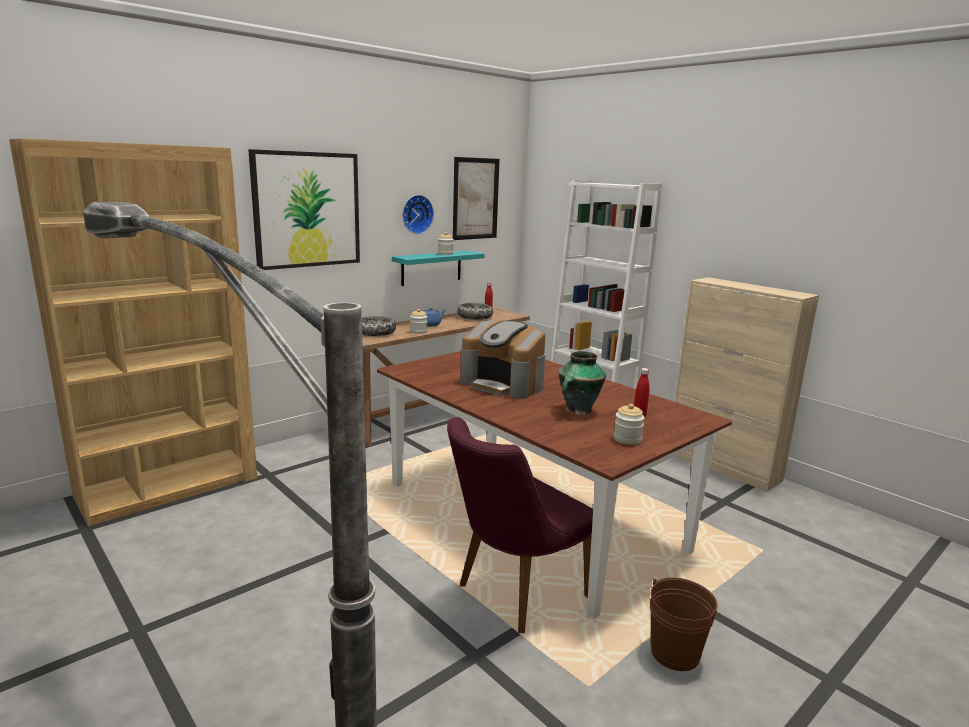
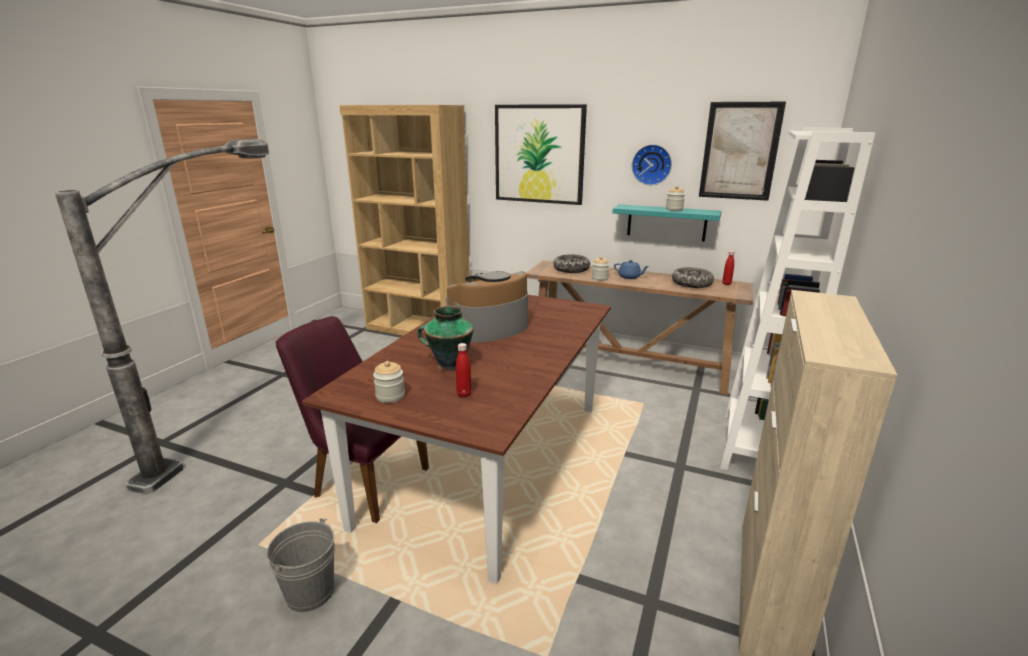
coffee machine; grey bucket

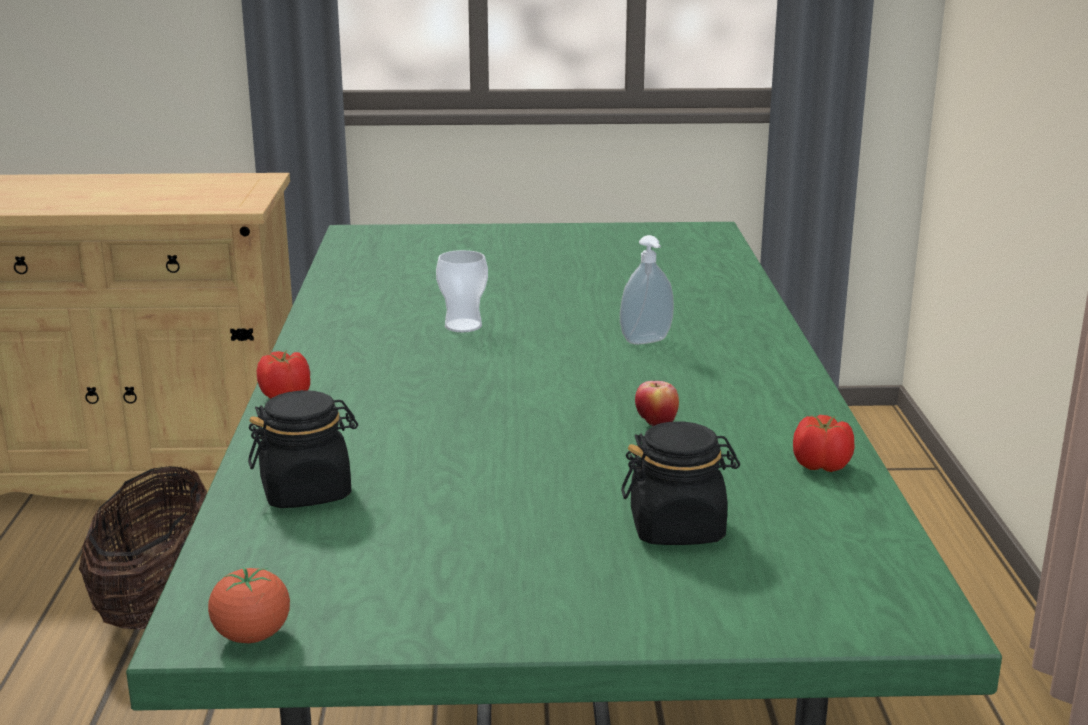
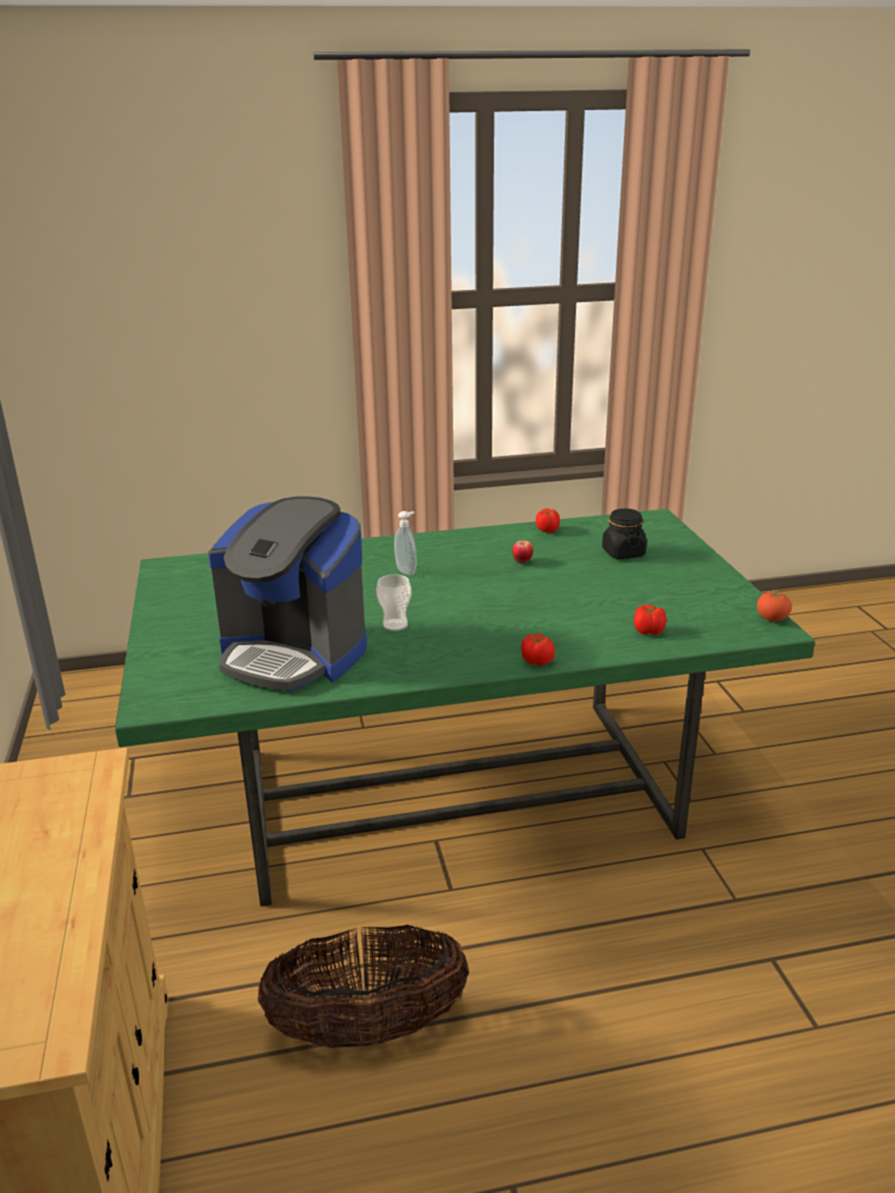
tomato (3rd from left); coffee machine

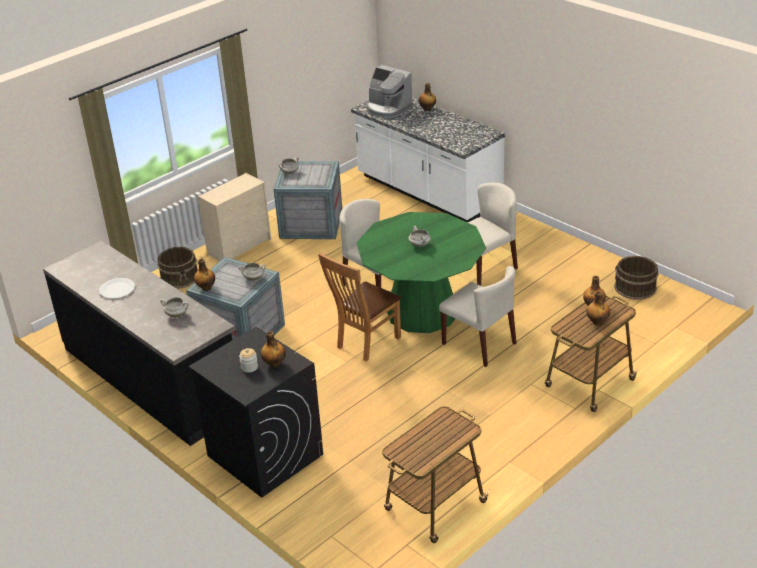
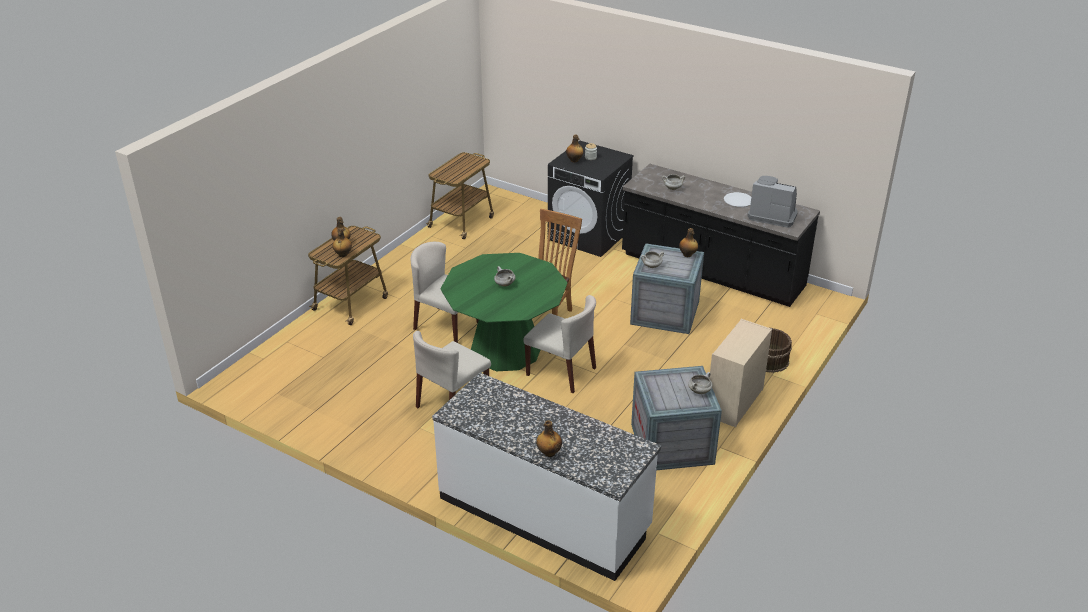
coffee machine; brown bucket (2nd from left in the first image)

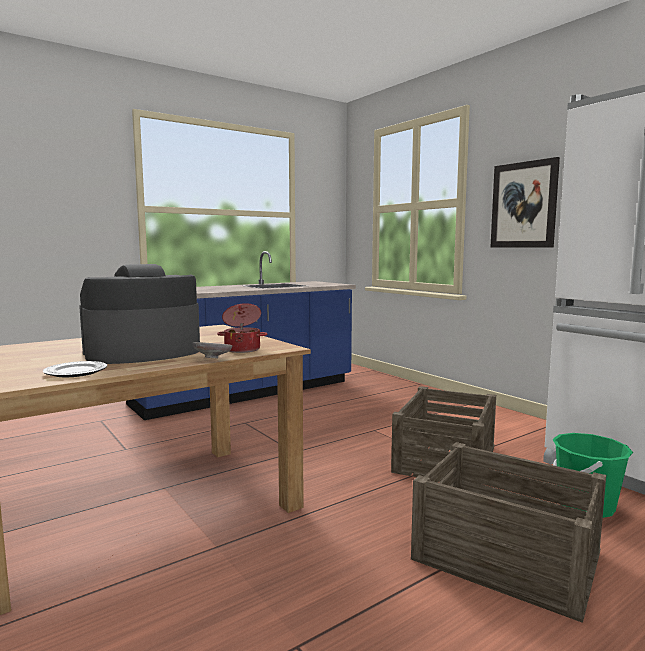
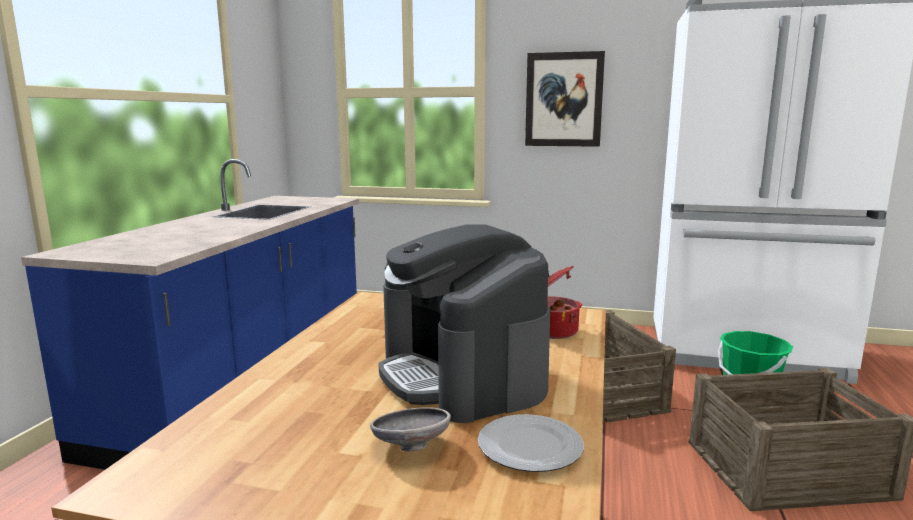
coffee machine; grey bowl

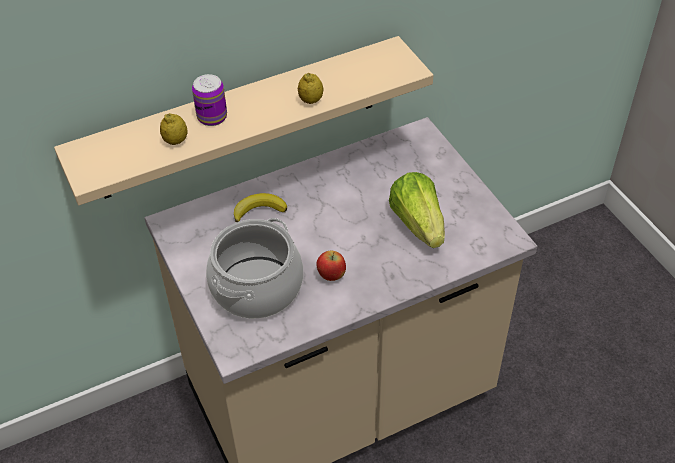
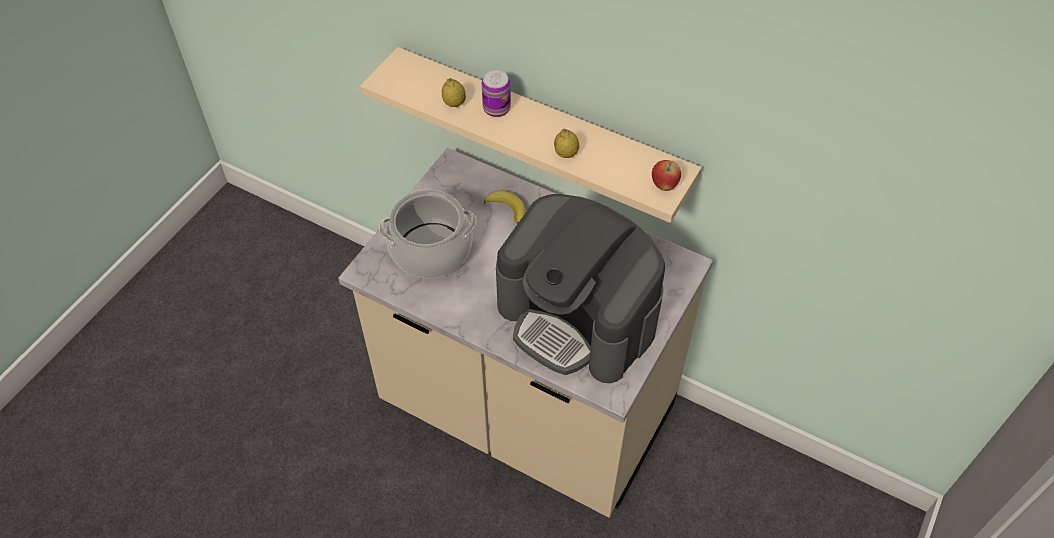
coffee machine; apple

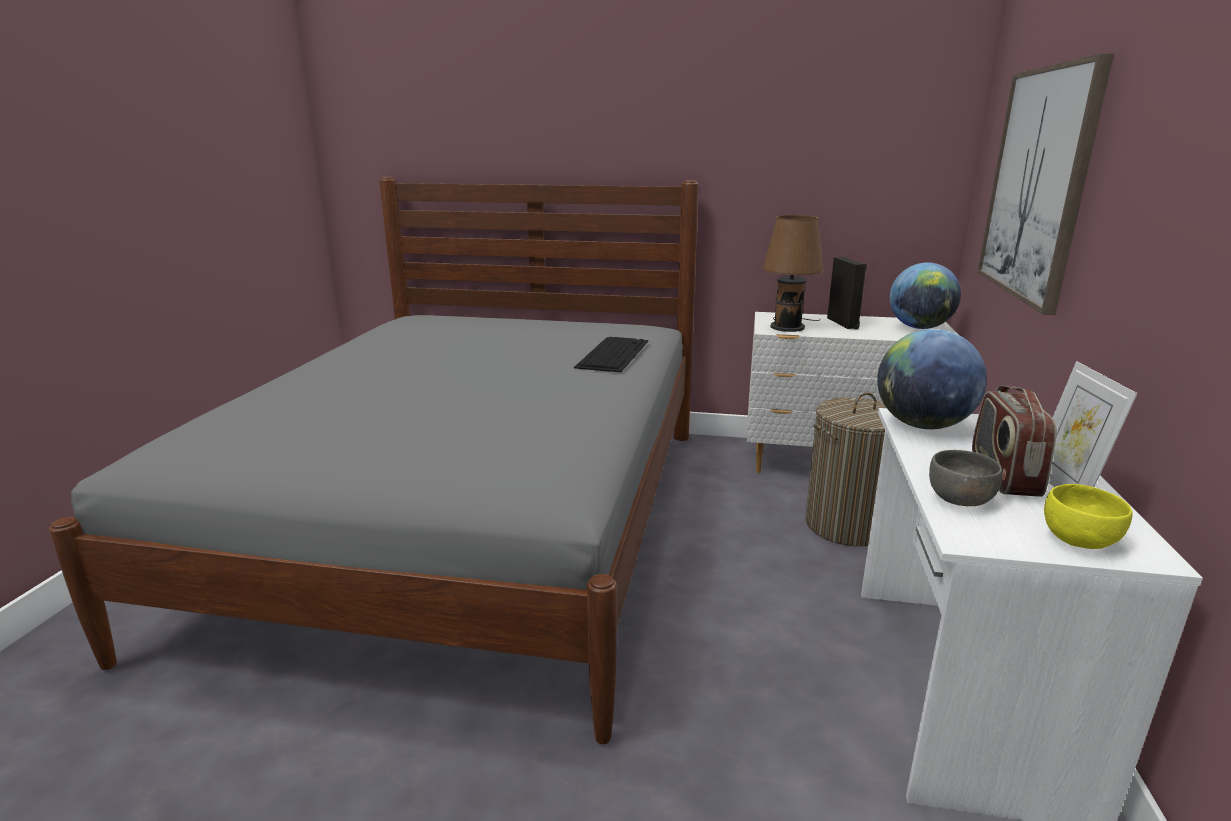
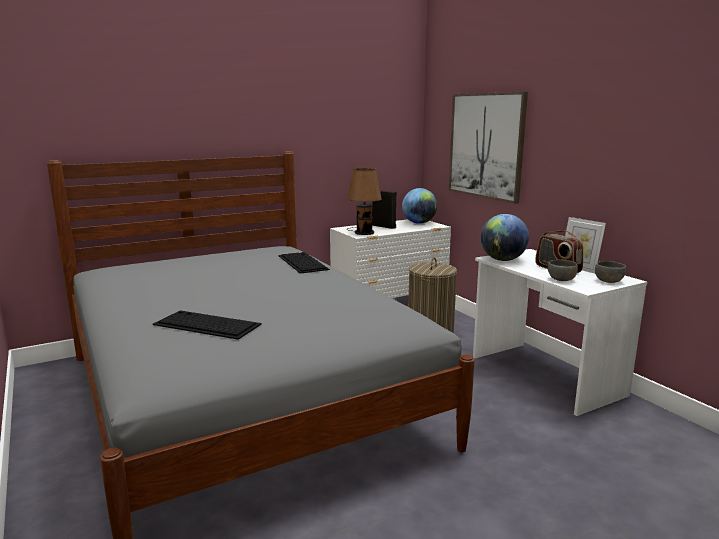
grey bowl (2nd from left); keyboard (1st from left)

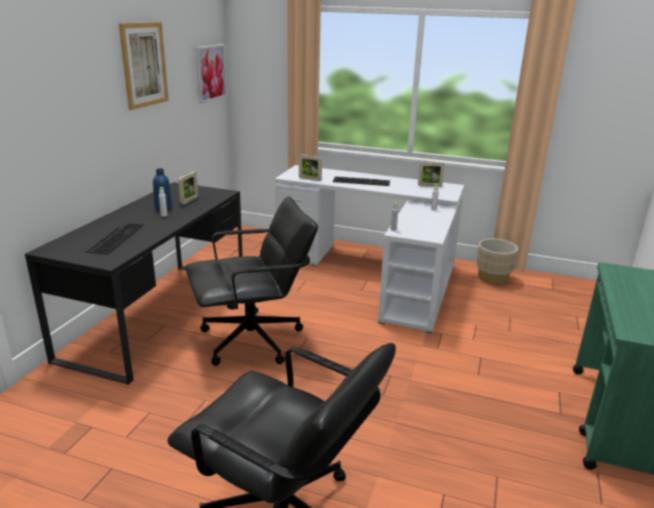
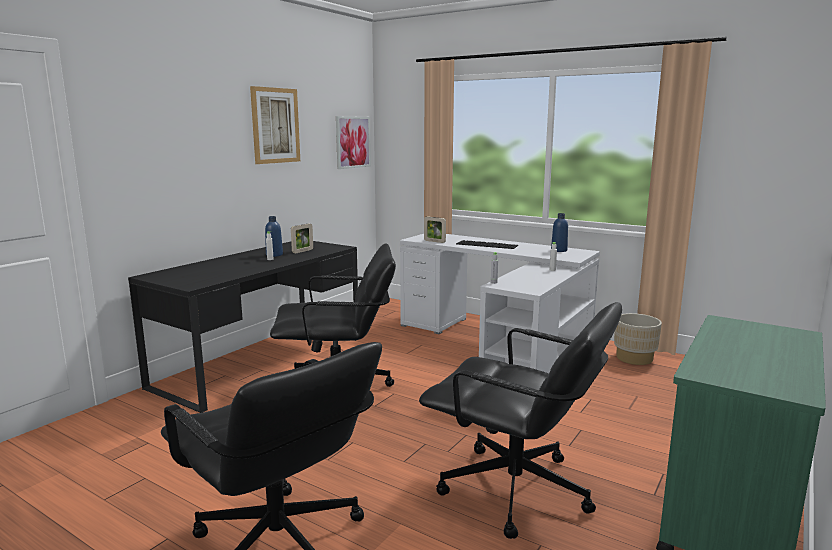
blue bottle (2nd from left); keyboard (1st from left in the first image); black office chair (3rd from left)

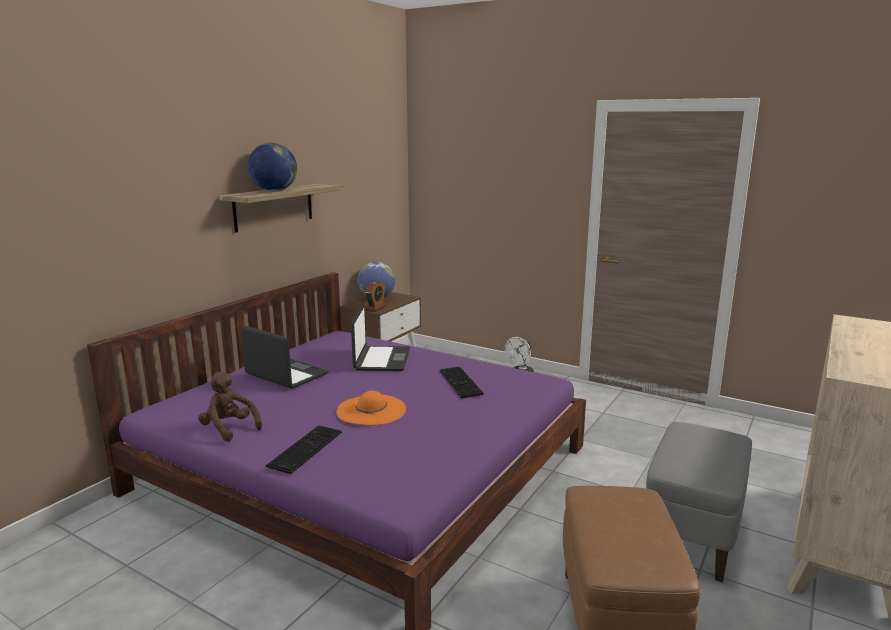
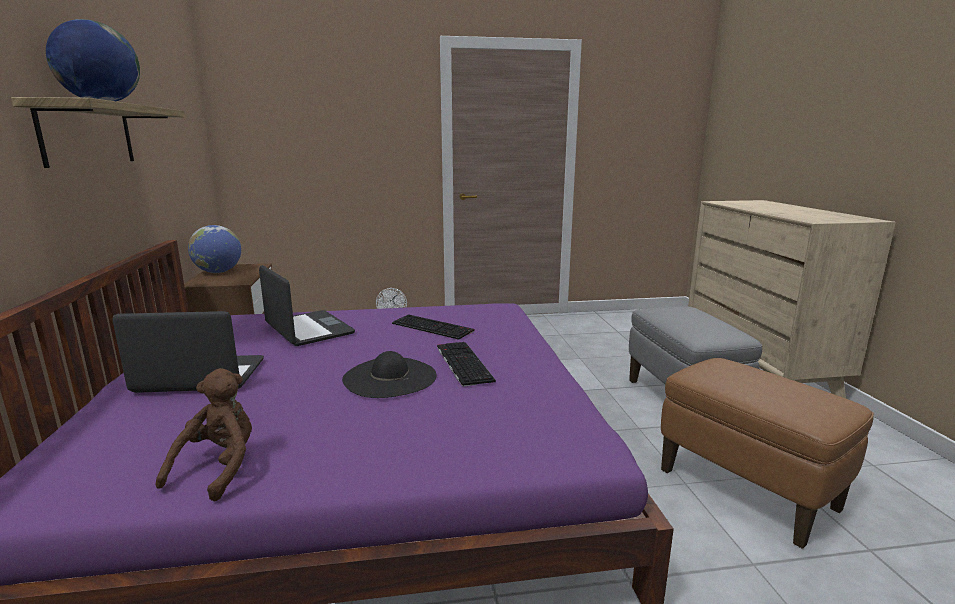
alarm clock; brown plush toy; black hat; keyboard (2nd from left)

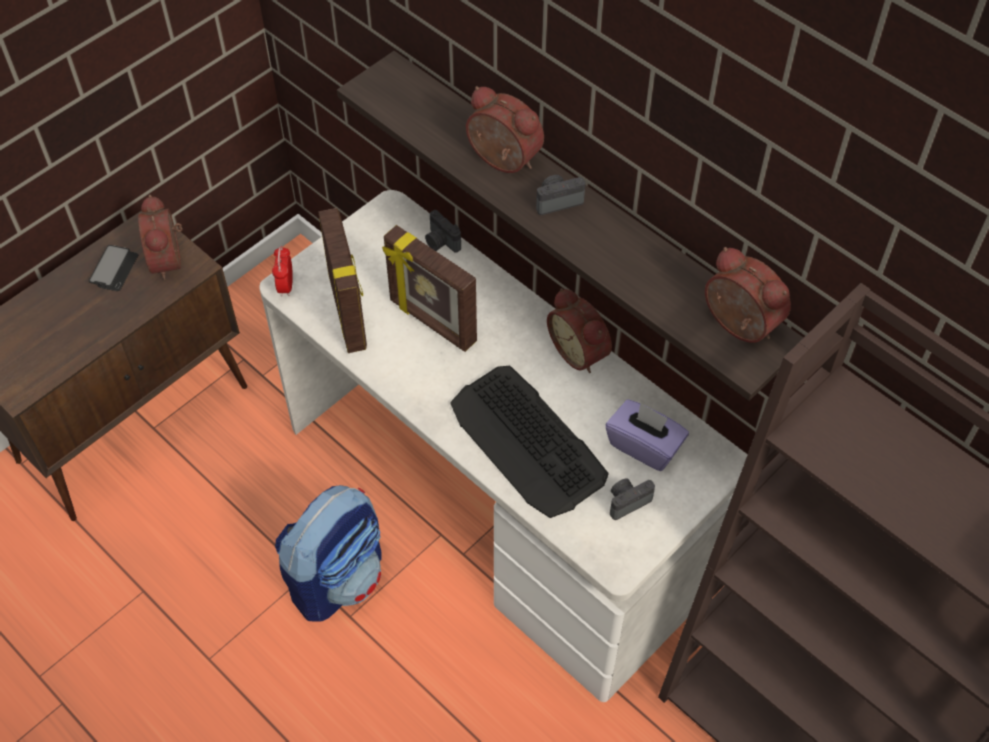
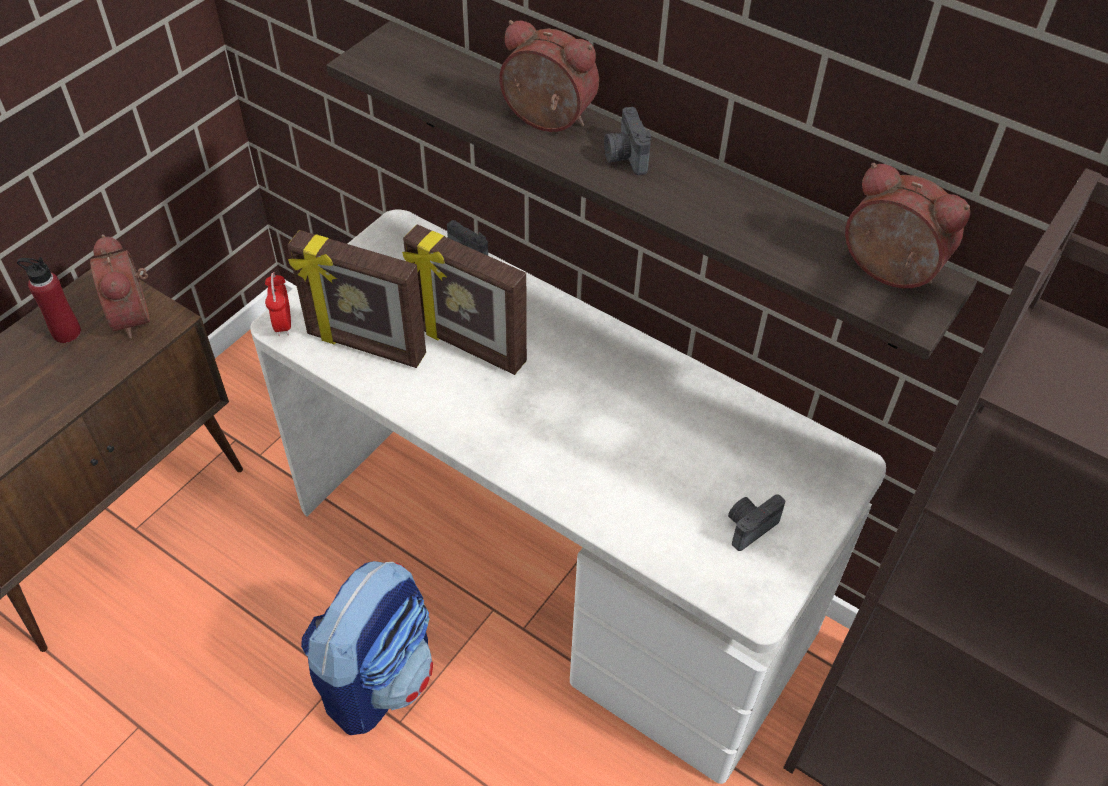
photo camera (2nd from left); picture frame (1st from left); red bottle; alarm clock (4th from left in the first image); keyboard; purple tissue box

